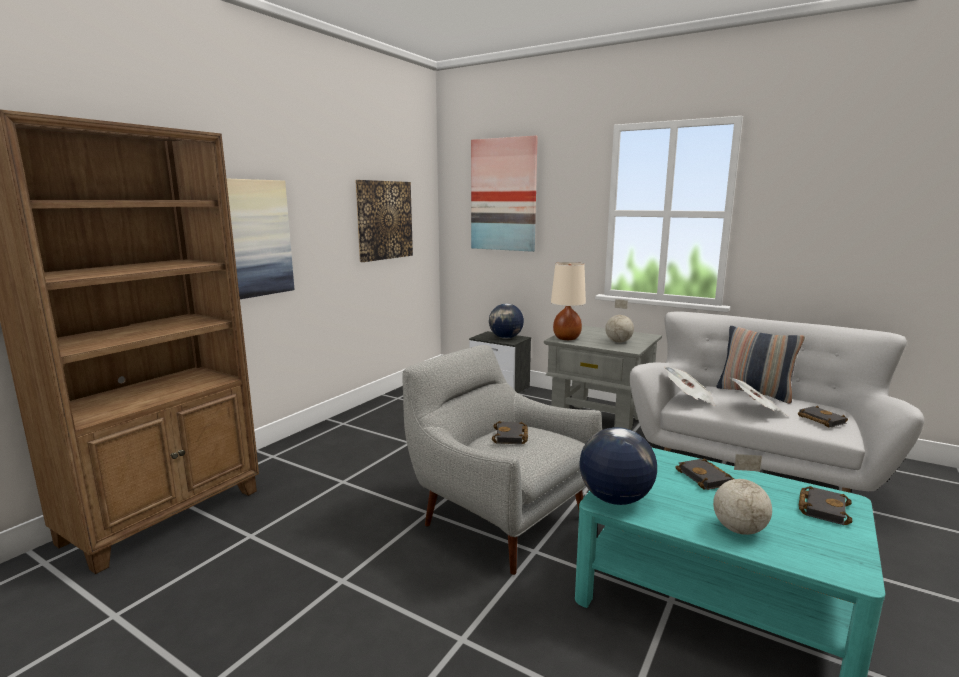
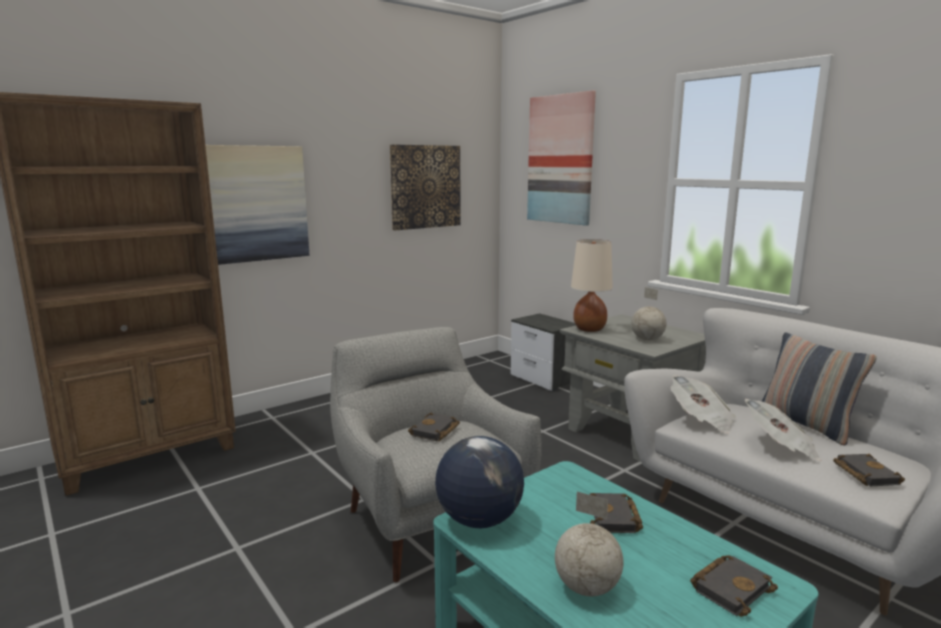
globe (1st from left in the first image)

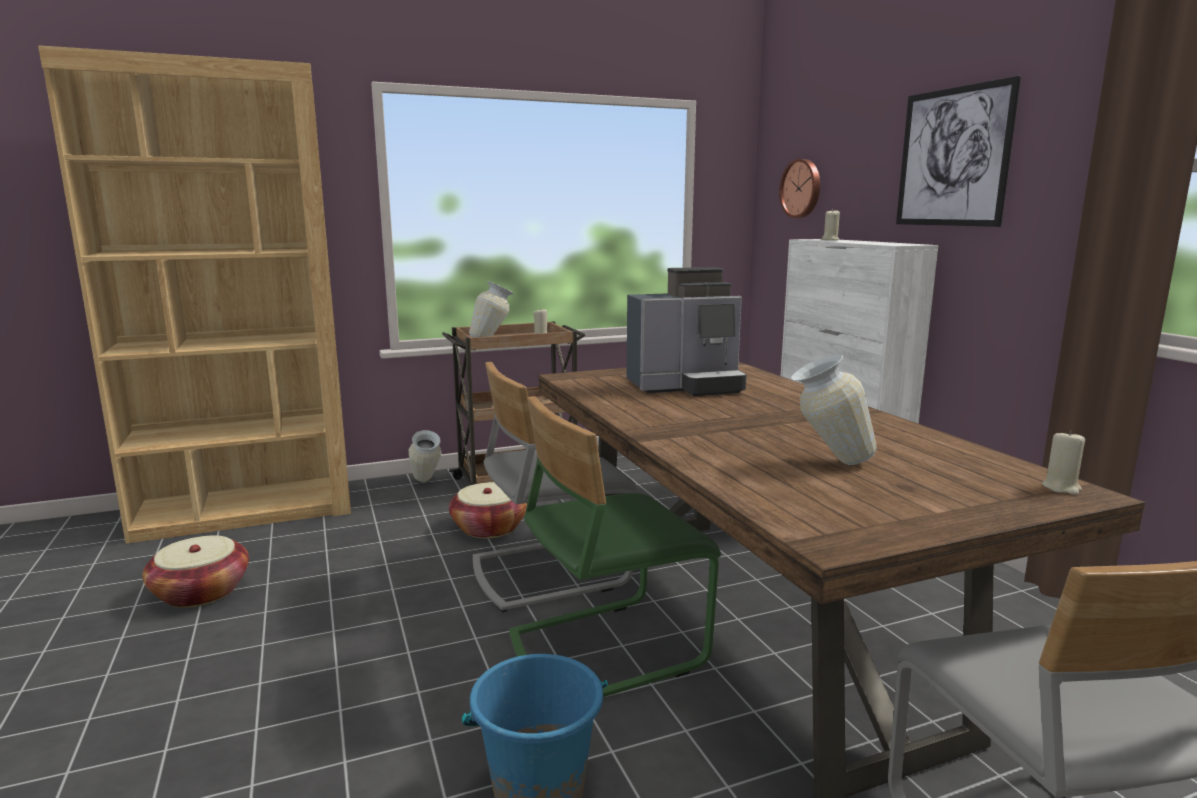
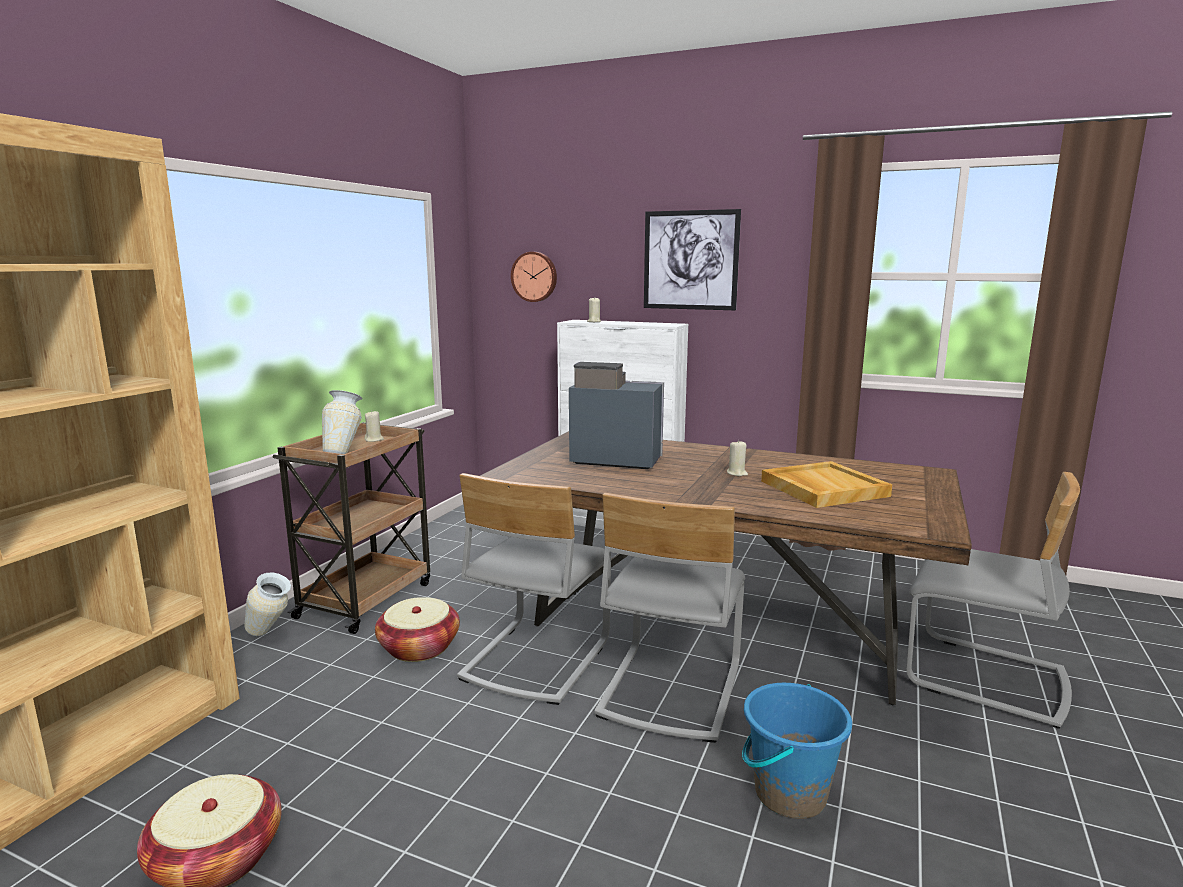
coffee machine; beige tray; grey chair (2nd from left); beige candle (3rd from left)

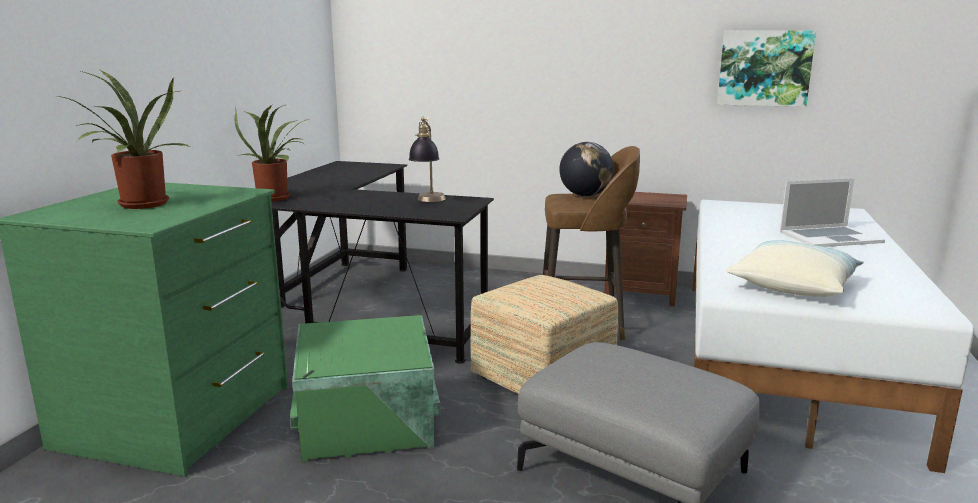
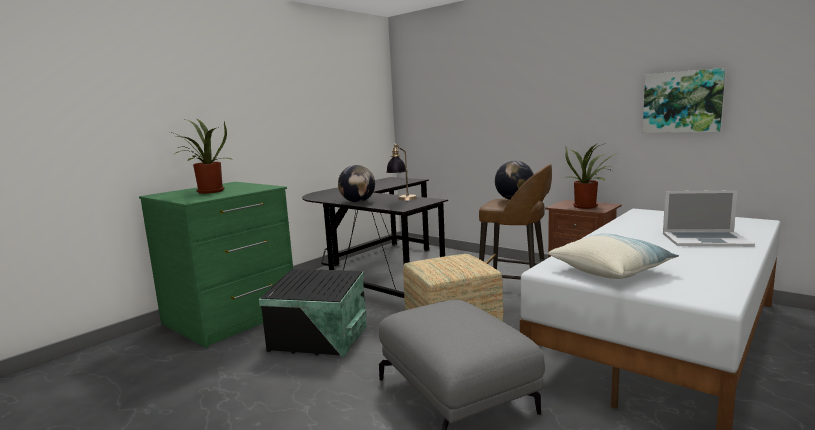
potted plant (2nd from left); black storage box; globe (1st from left)

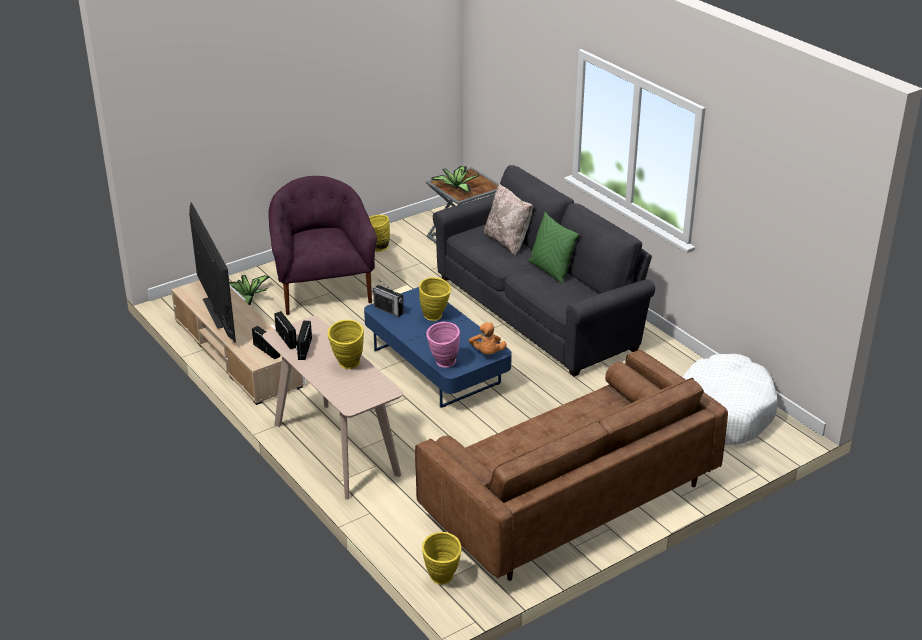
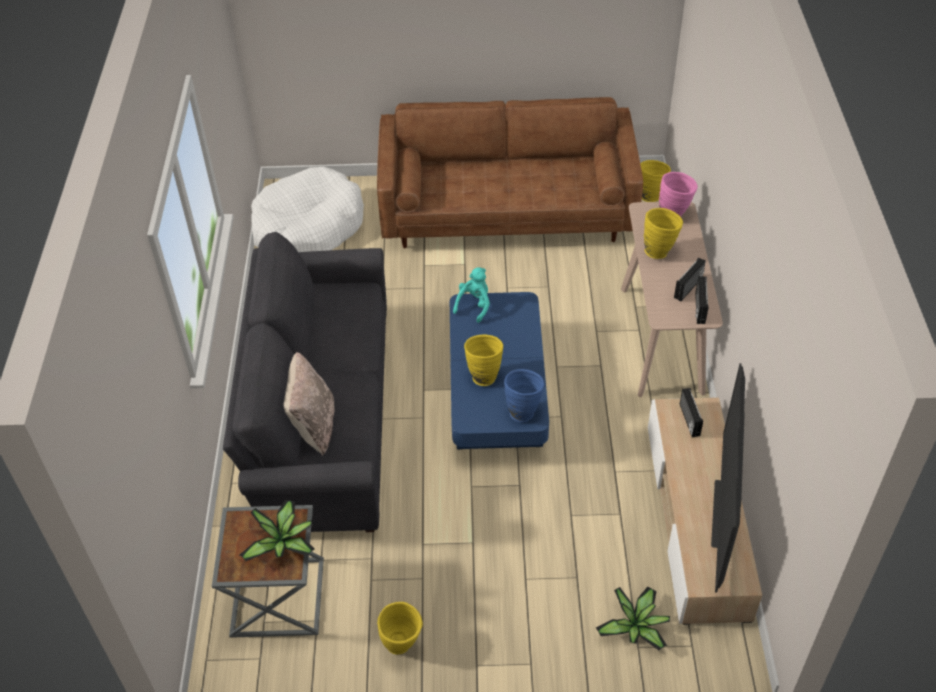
purple armchair; green pillow; blue vase; pink vase; turquoise plush toy

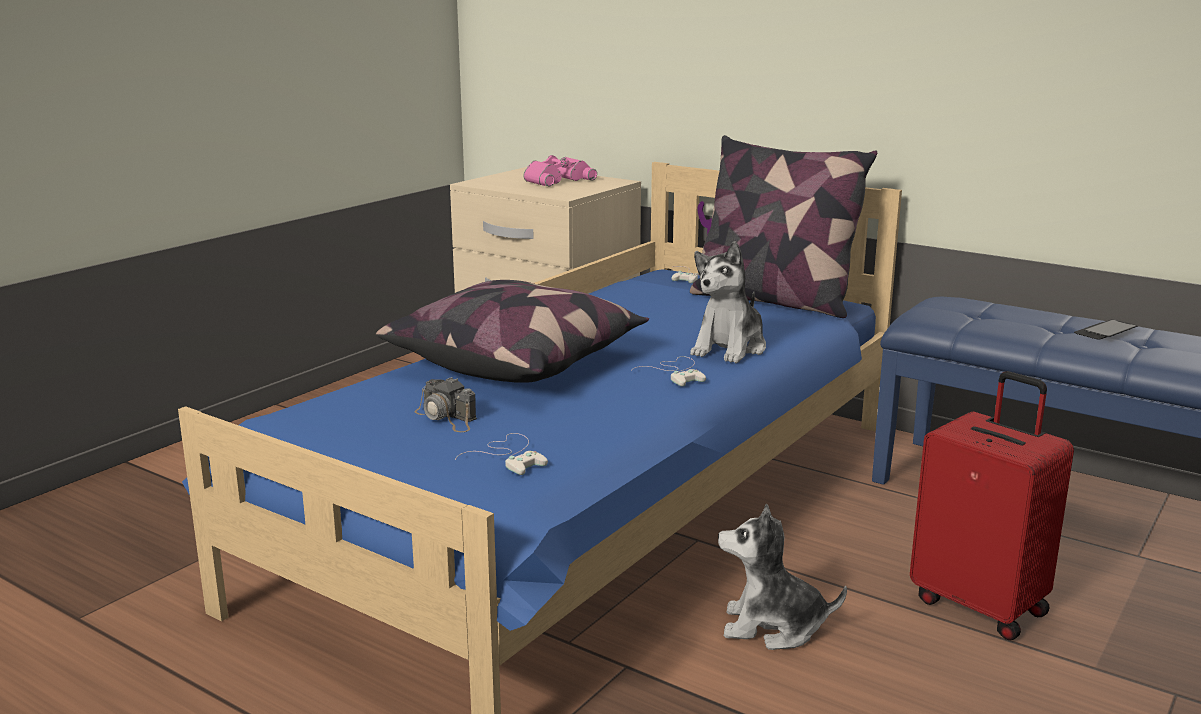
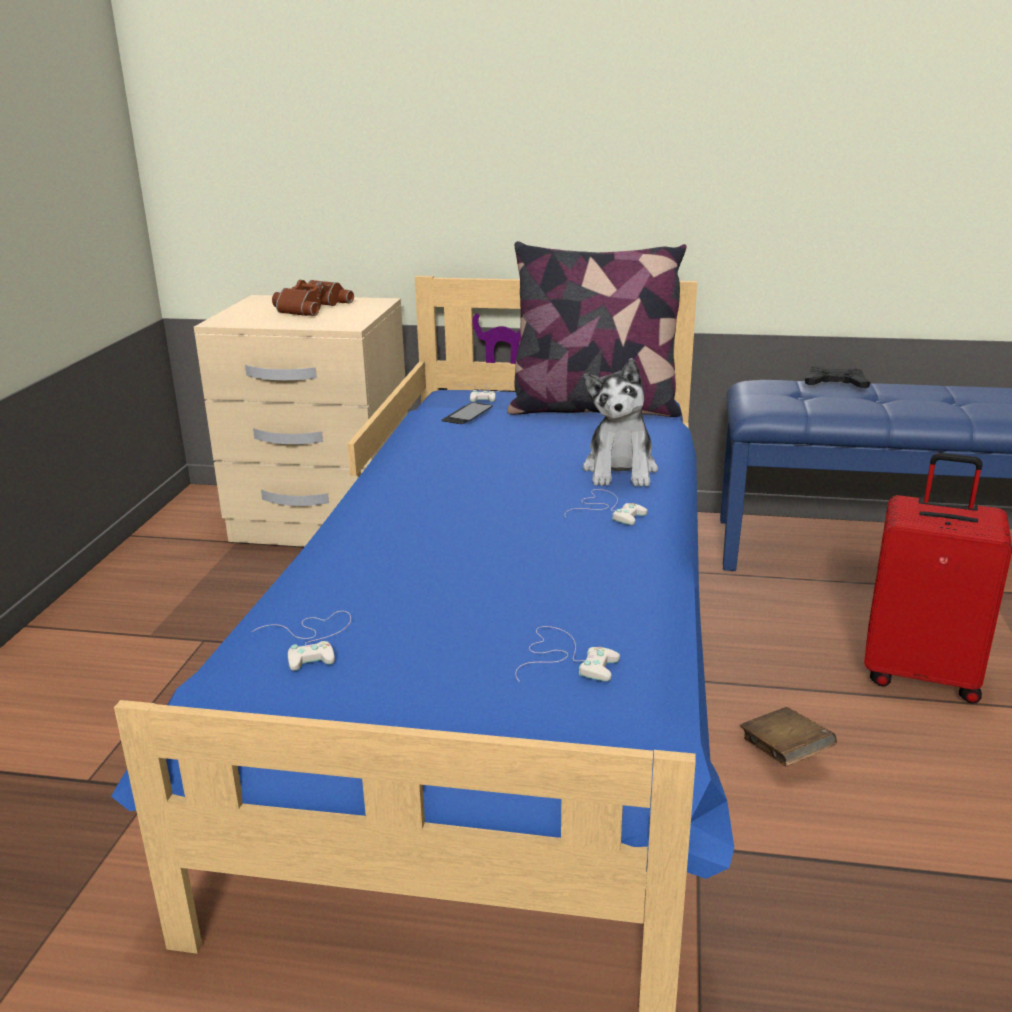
brown binoculars; pillow (1st from left in the first image); phone; photo camera; brown book; black game controller; white game controller (1st from left)

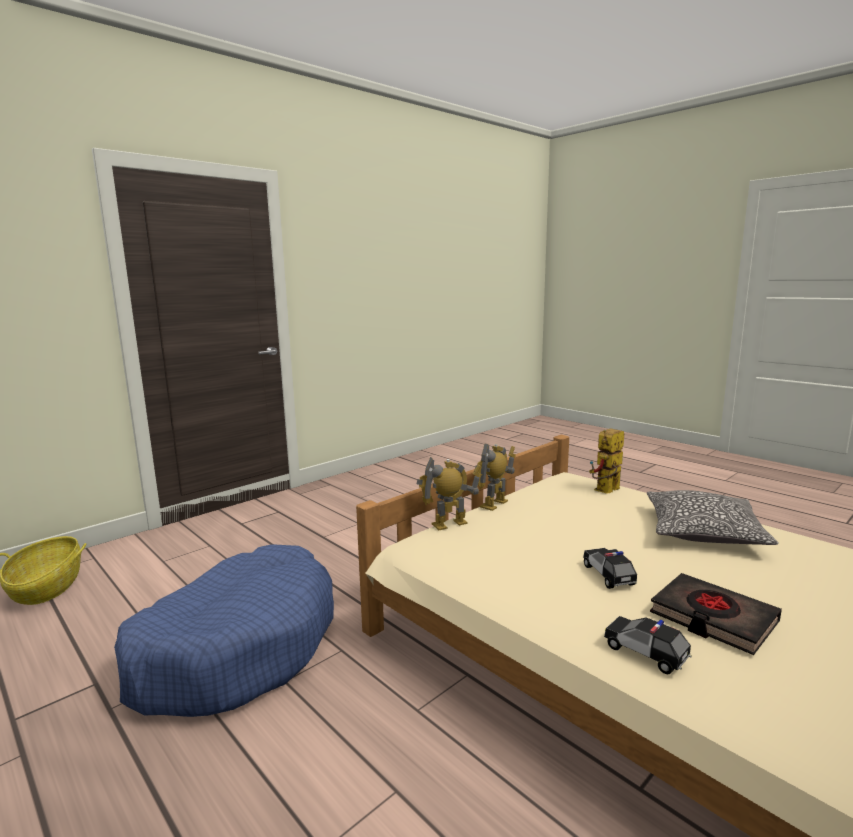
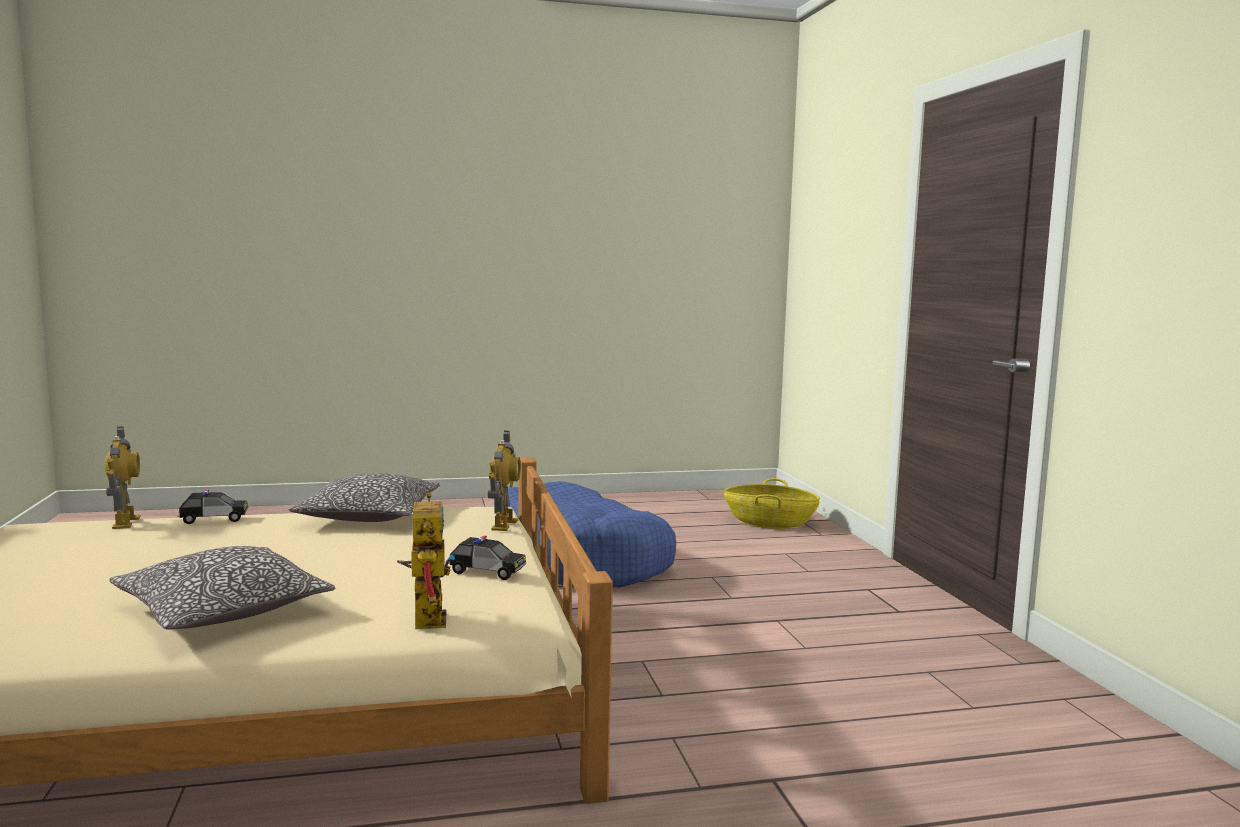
toy robot (1st from left); toy car (2nd from left); black book; pillow (2nd from left)

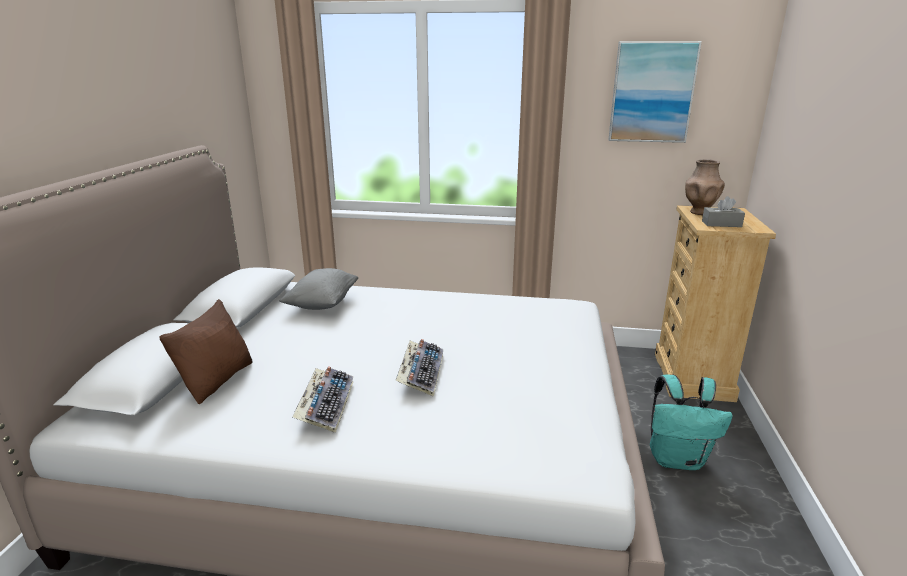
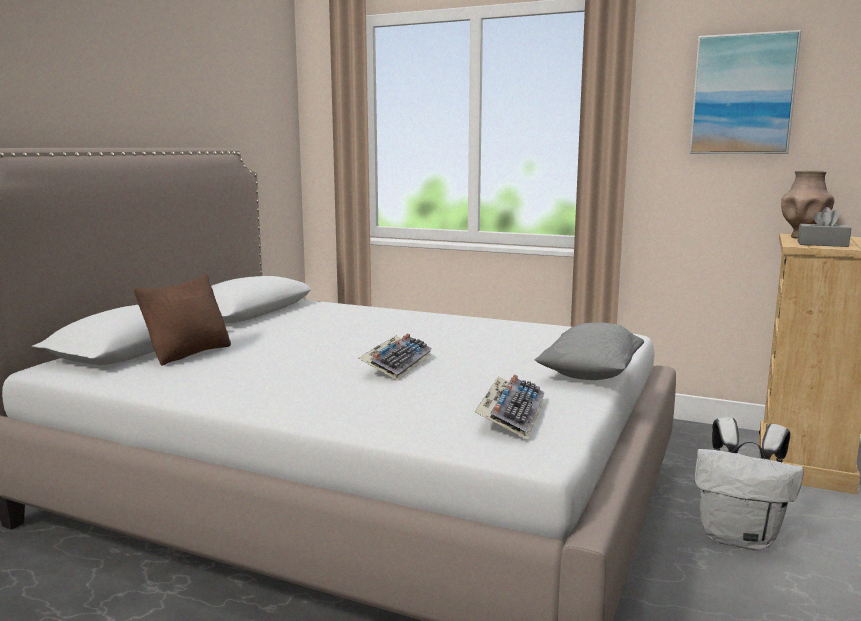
grey pillow; keyboard (2nd from left); white backpack

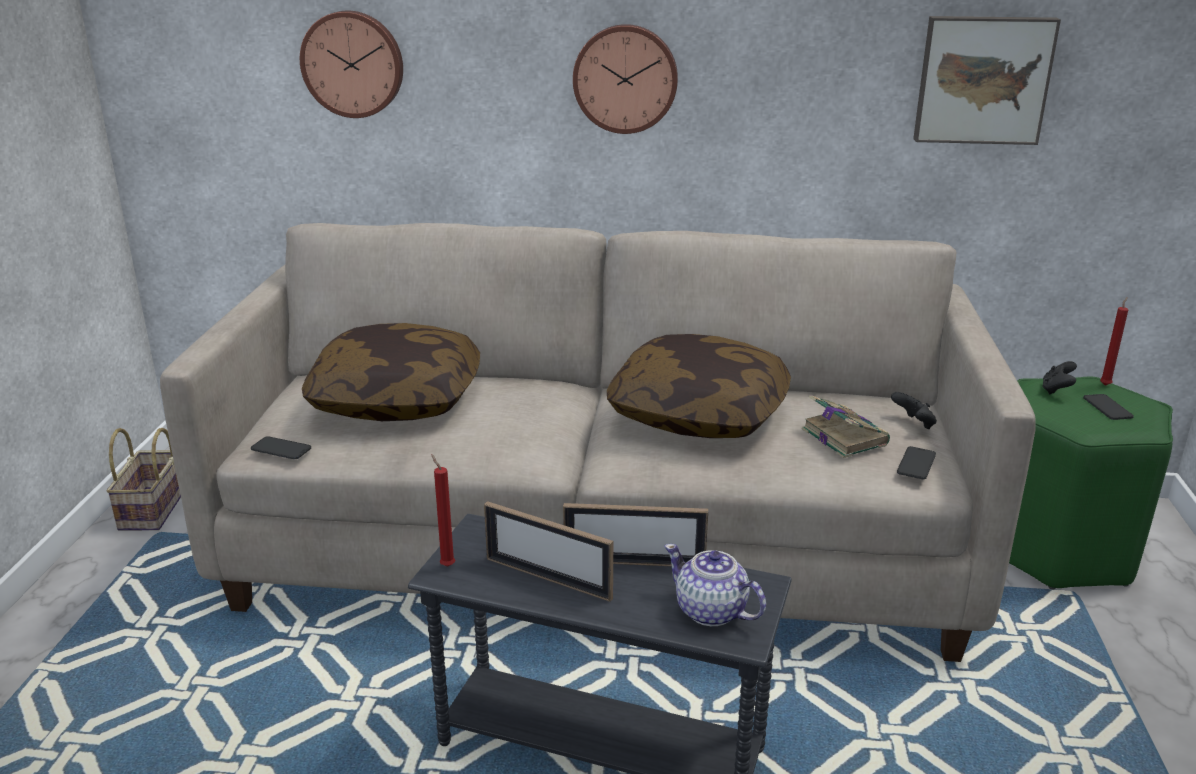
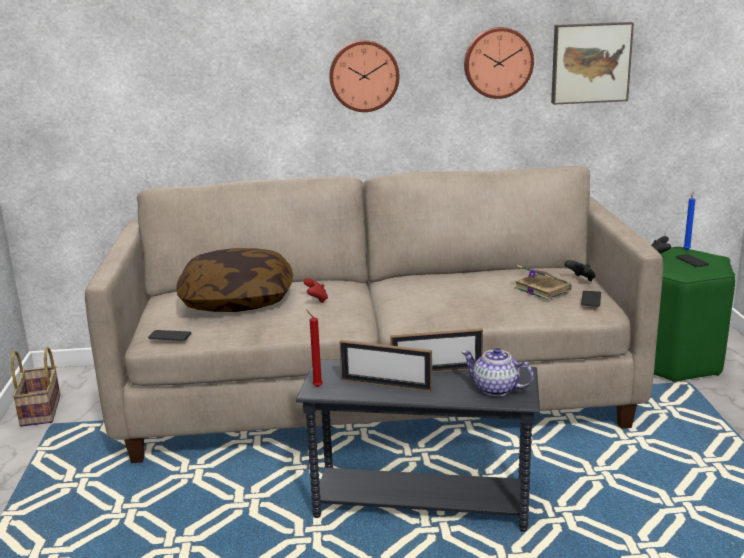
wall clock (2nd from left); blue candle; pillow (2nd from left in the first image); red game controller

